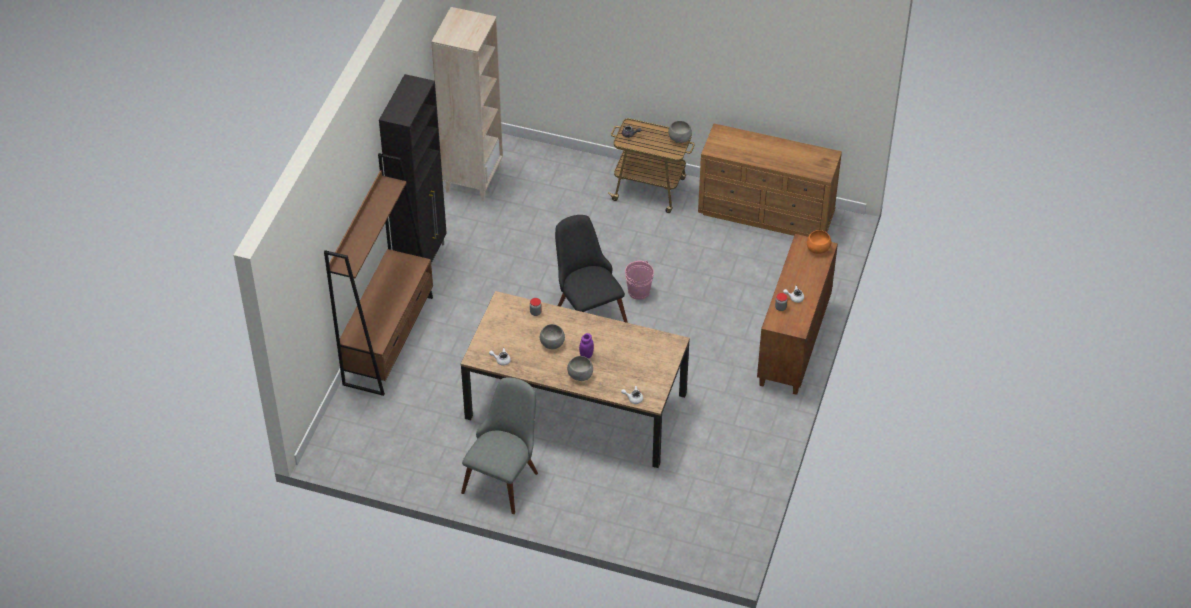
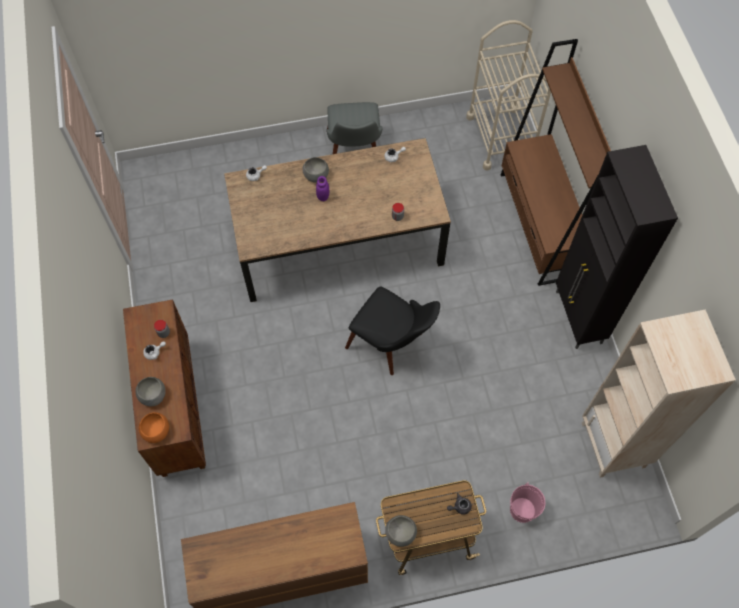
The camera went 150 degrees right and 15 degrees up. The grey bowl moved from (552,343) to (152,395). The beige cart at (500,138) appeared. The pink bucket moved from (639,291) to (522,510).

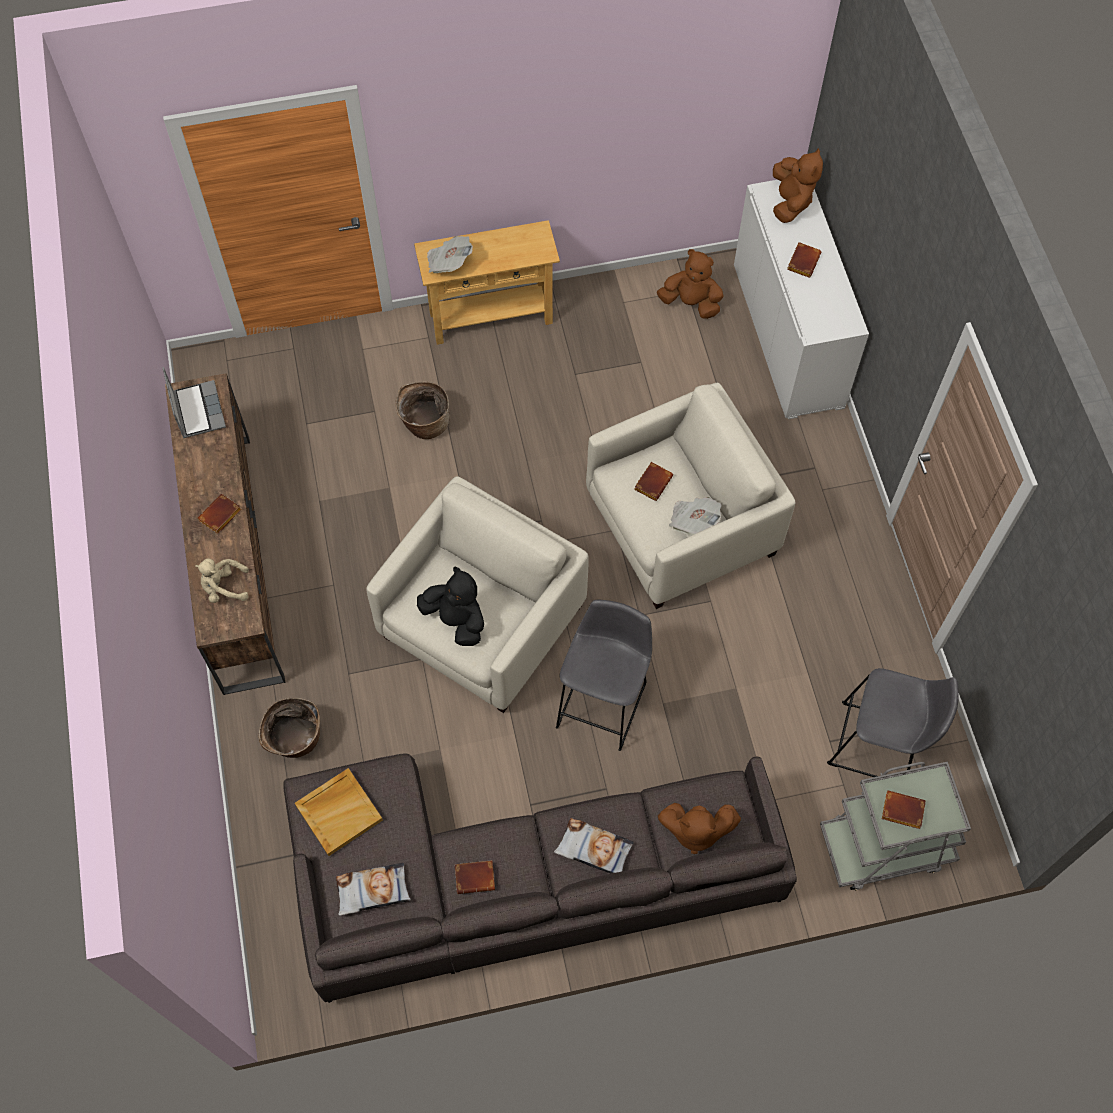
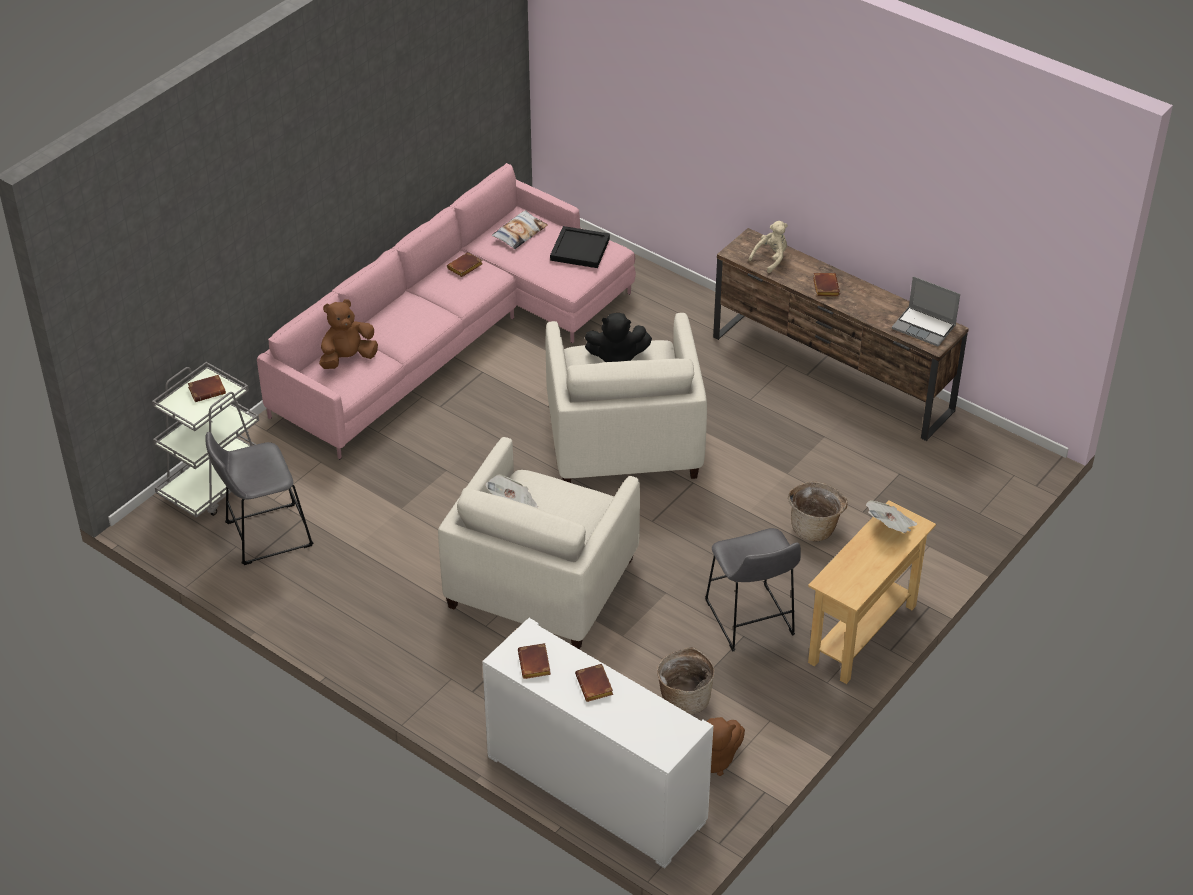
The camera went 140 degrees right and 20 degrees down. The grey sofa at (515,879) became the pink sofa at (454,335). The brown book moved from (652,482) to (535,664). The beige tray at (339,812) became the black tray at (580,250). The basket moved from (295,741) to (684,698). The grey stool moved from (604,700) to (750,621). The pillow at (594,849) disappeared. The brown plush toy at (790,202) disappeared.

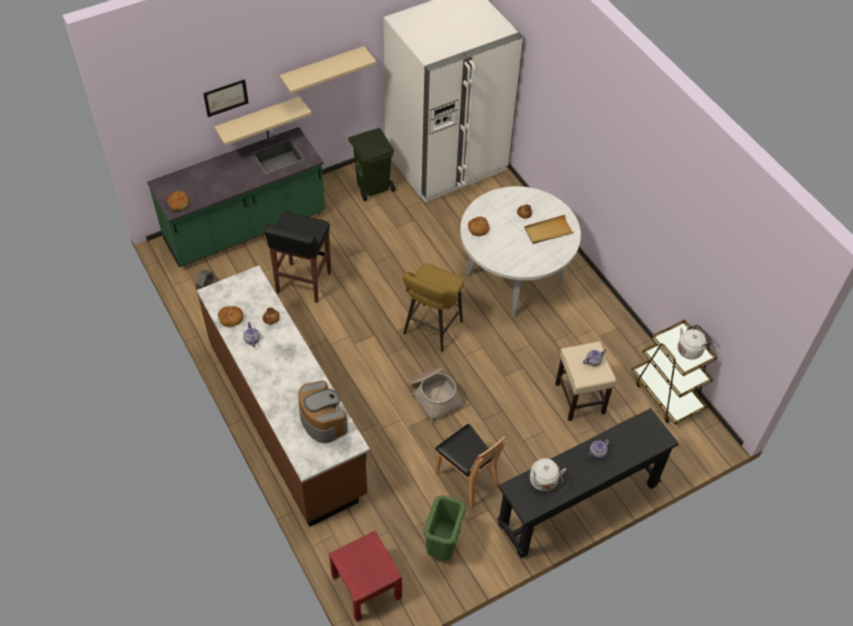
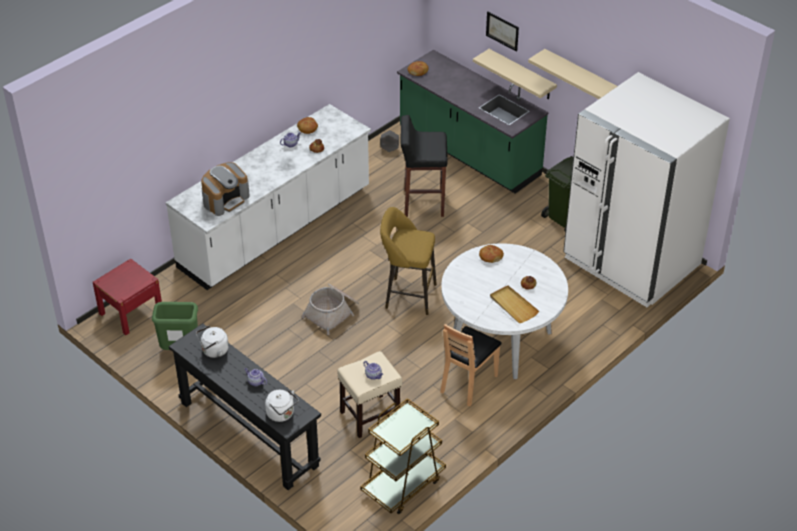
The camera went 75 degrees right and 10 degrees down. The brown counter at (287,417) became the white counter at (276,229). The white kettle moved from (690,349) to (282,414). The brown chair moved from (467,479) to (468,383).

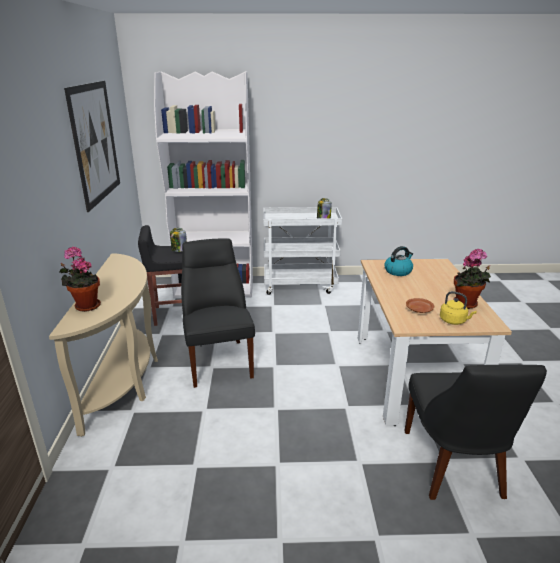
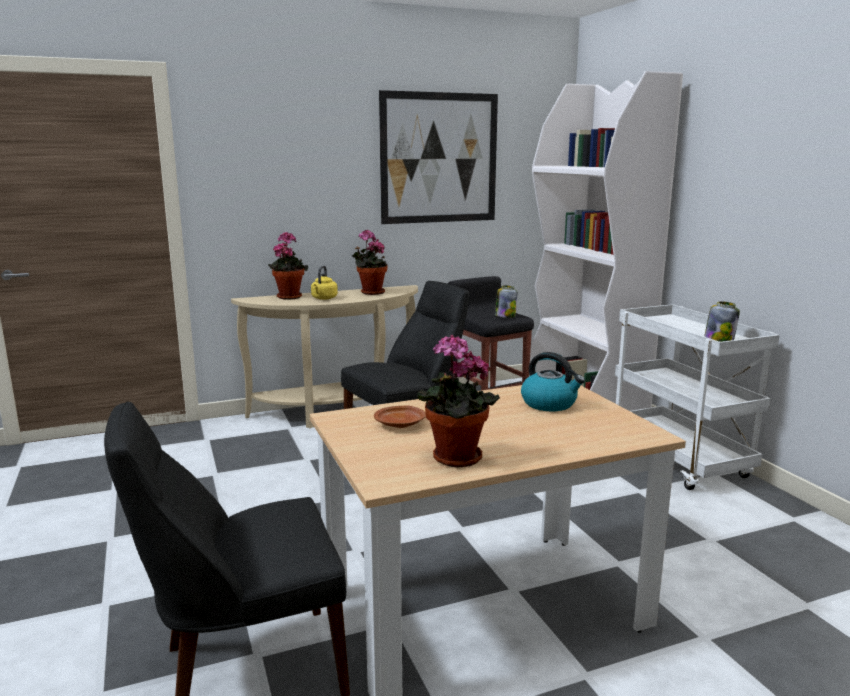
The camera went 70 degrees right and 10 degrees down. The yellow kettle moved from (454,321) to (323,298). The potted plant at (370,293) appeared.

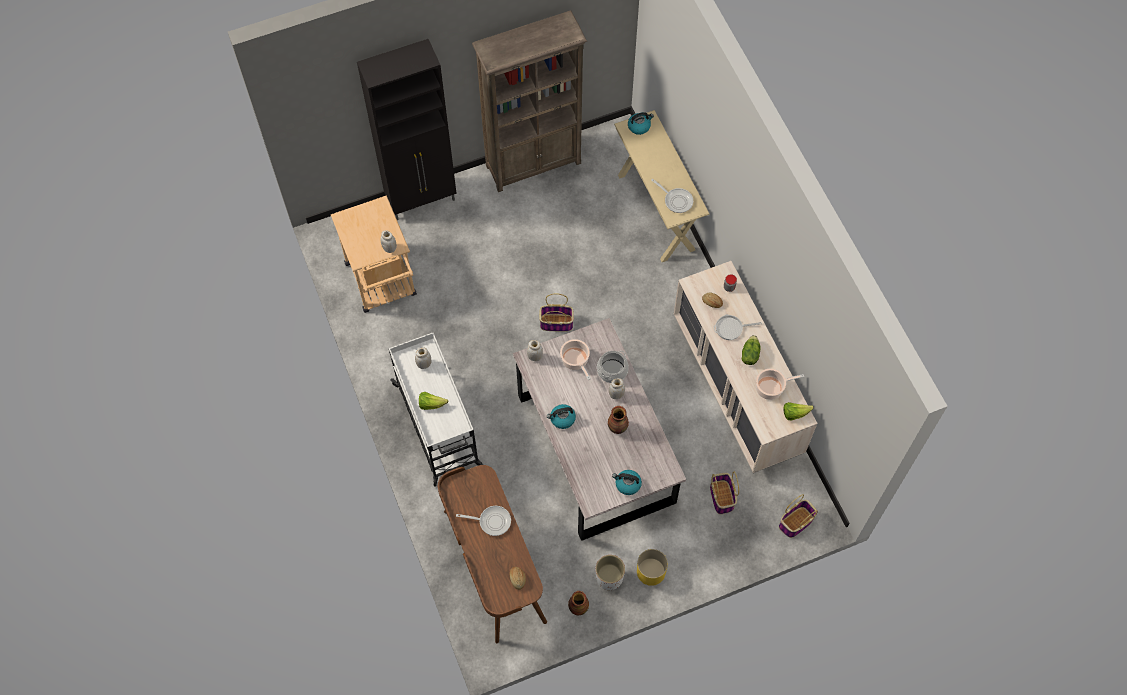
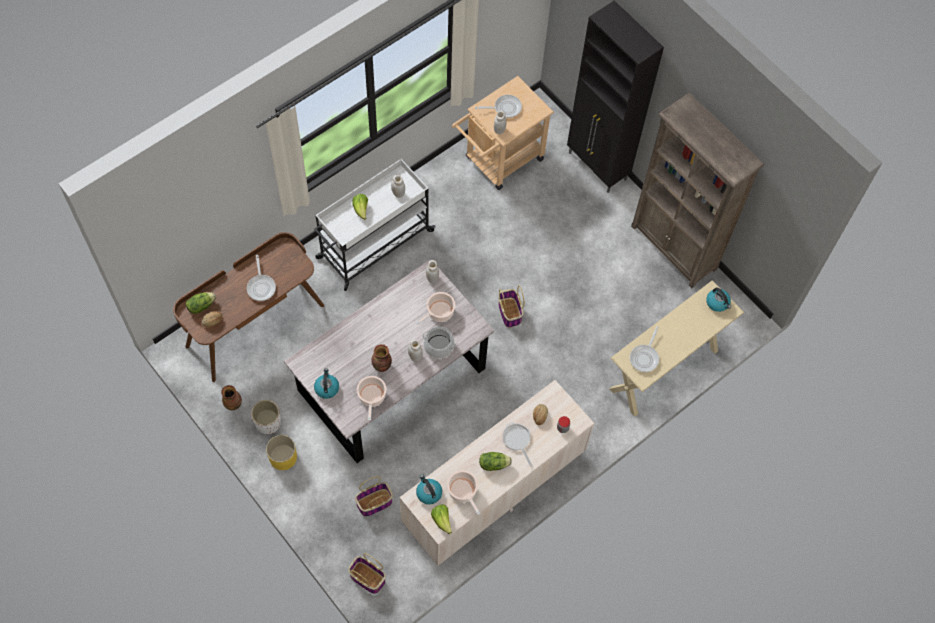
The camera went 70 degrees right and 0 degrees up. The lettuce at (201,306) appeared. The cooking pot at (371,397) appeared. The kettle moved from (562,419) to (428,493). The frying pan at (505,108) appeared.

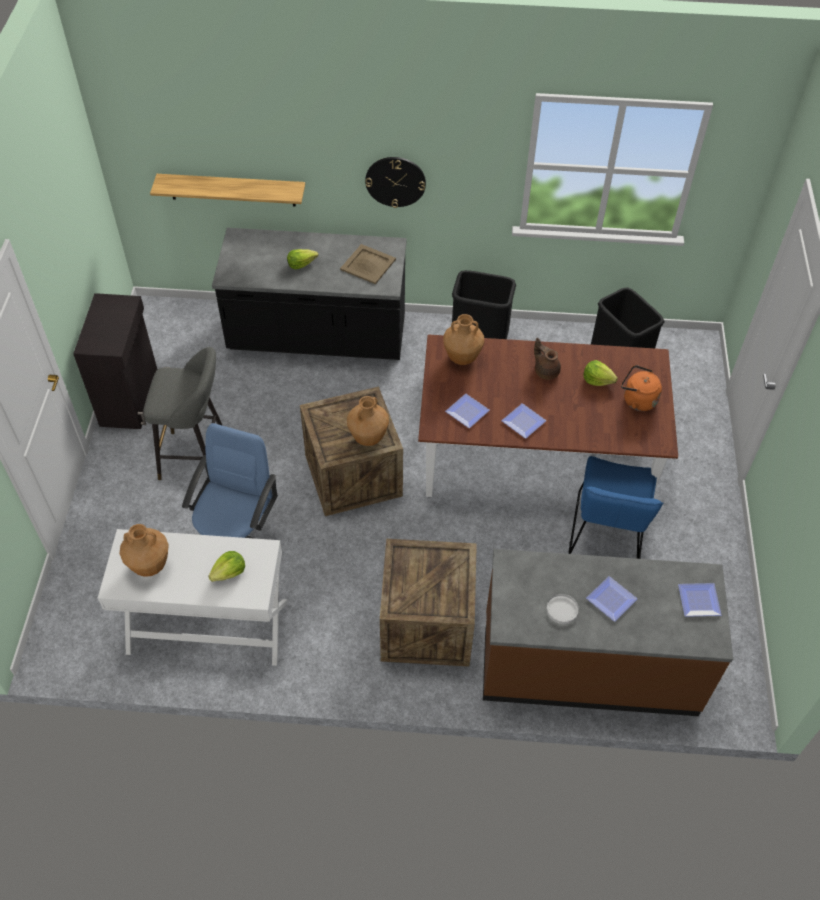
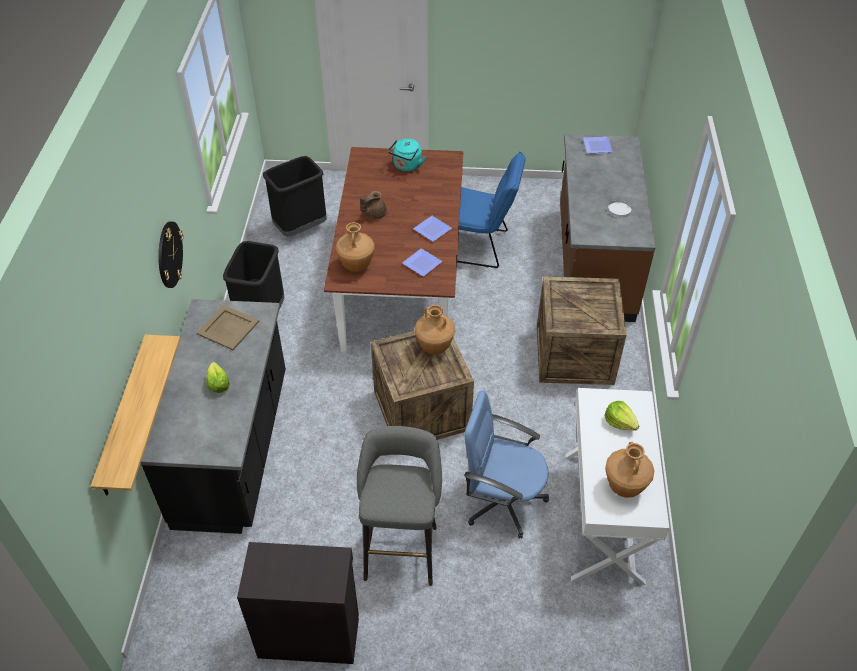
The camera went 90 degrees left and 5 degrees down. The orange kettle at (637,400) became the turquoise kettle at (407,166). The lettuce at (597,380) disappeared. The plate at (611,598) disappeared.

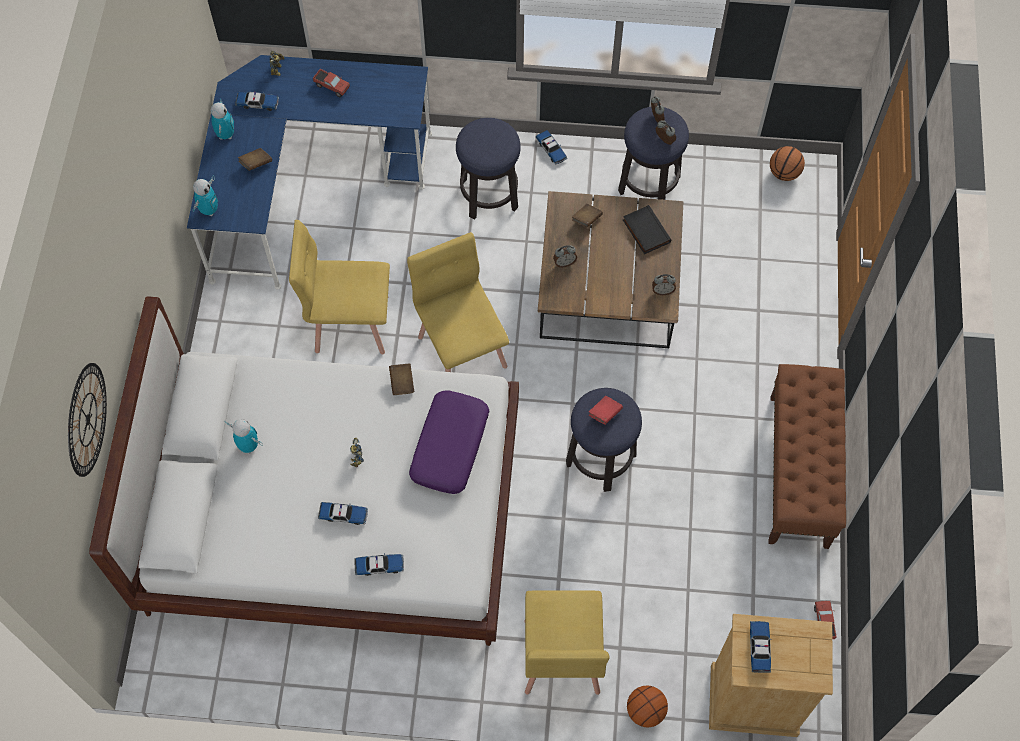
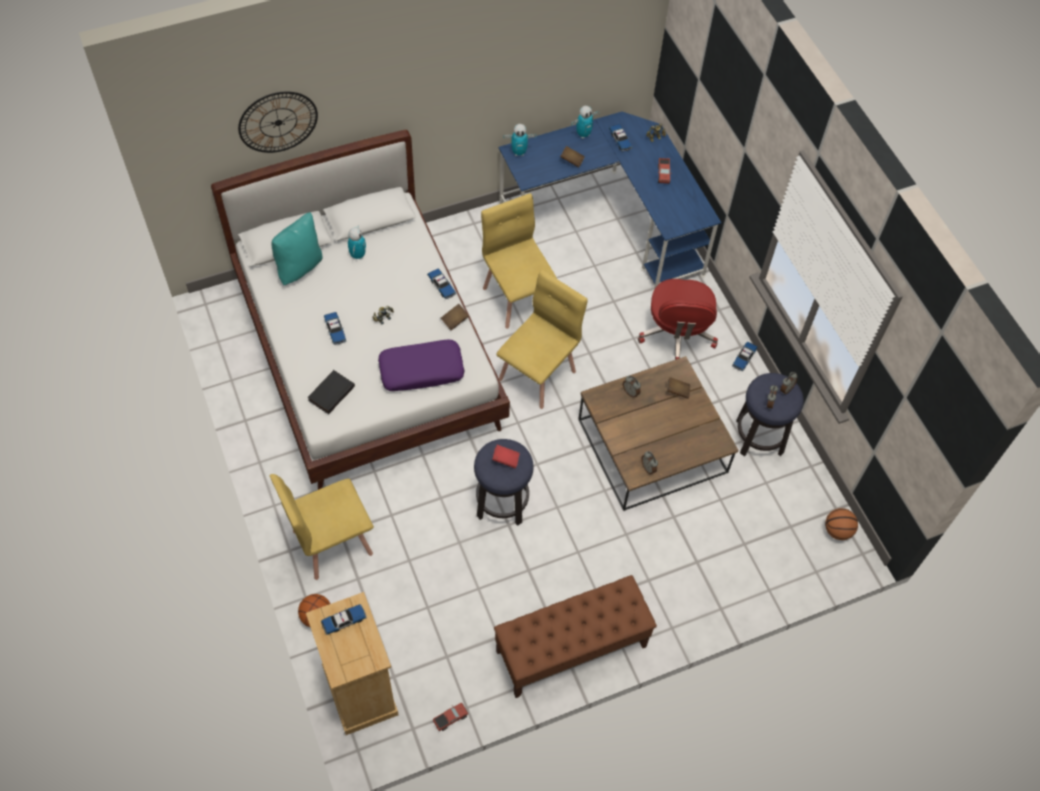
The camera went 60 degrees right and 5 degrees down. The turquoise pillow at (299,267) appeared. The black book moved from (645,231) to (330,392). The toy car moved from (379,566) to (441,286). The stool at (489,195) was replaced by the red office chair at (677,335).

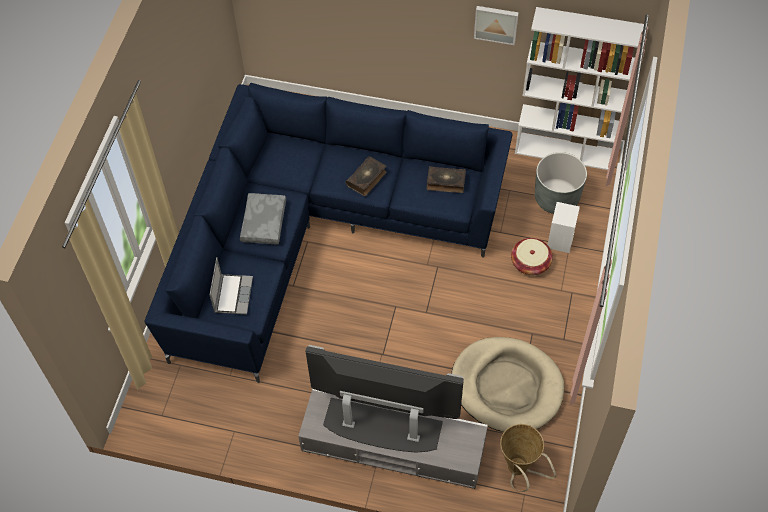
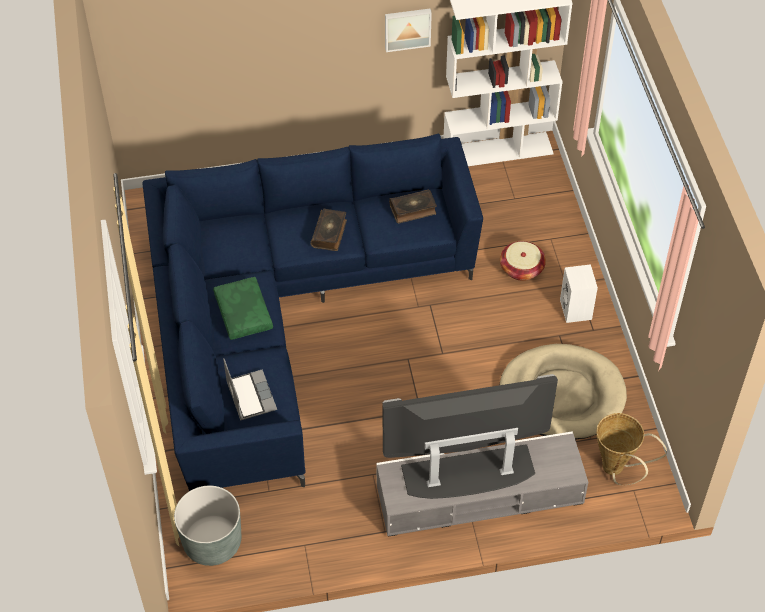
The camera went 25 degrees left and 5 degrees down. The grey planter moved from (556,198) to (212,542). The grey pillow at (263,222) became the green pillow at (242,313). The white speaker moved from (561,241) to (576,310).

